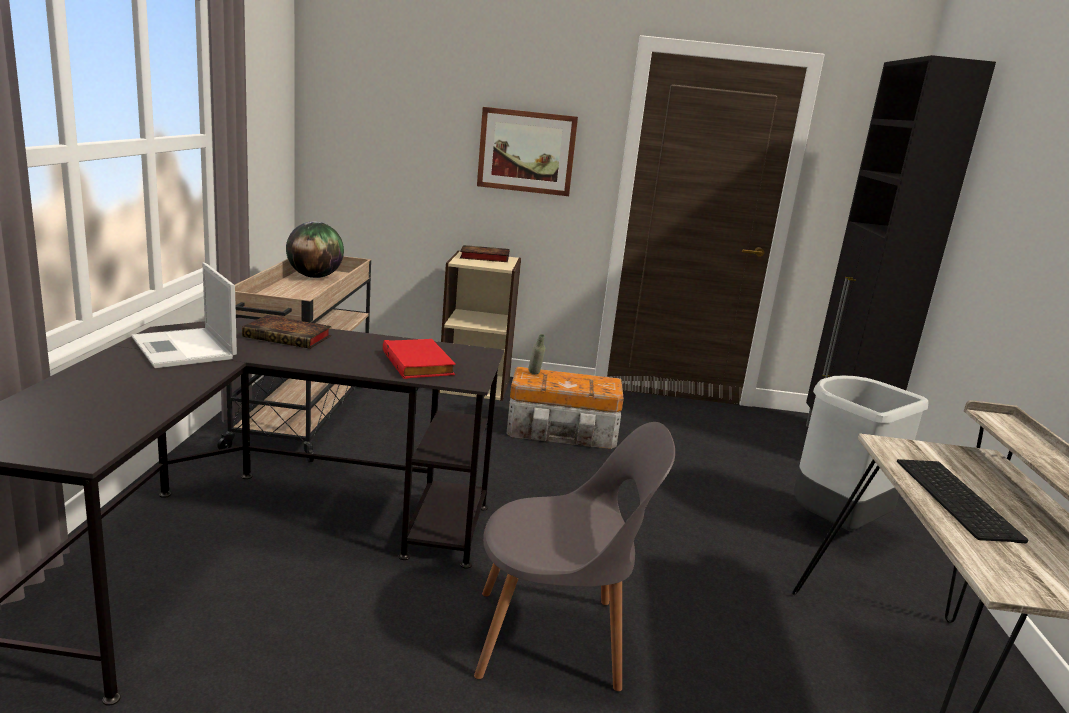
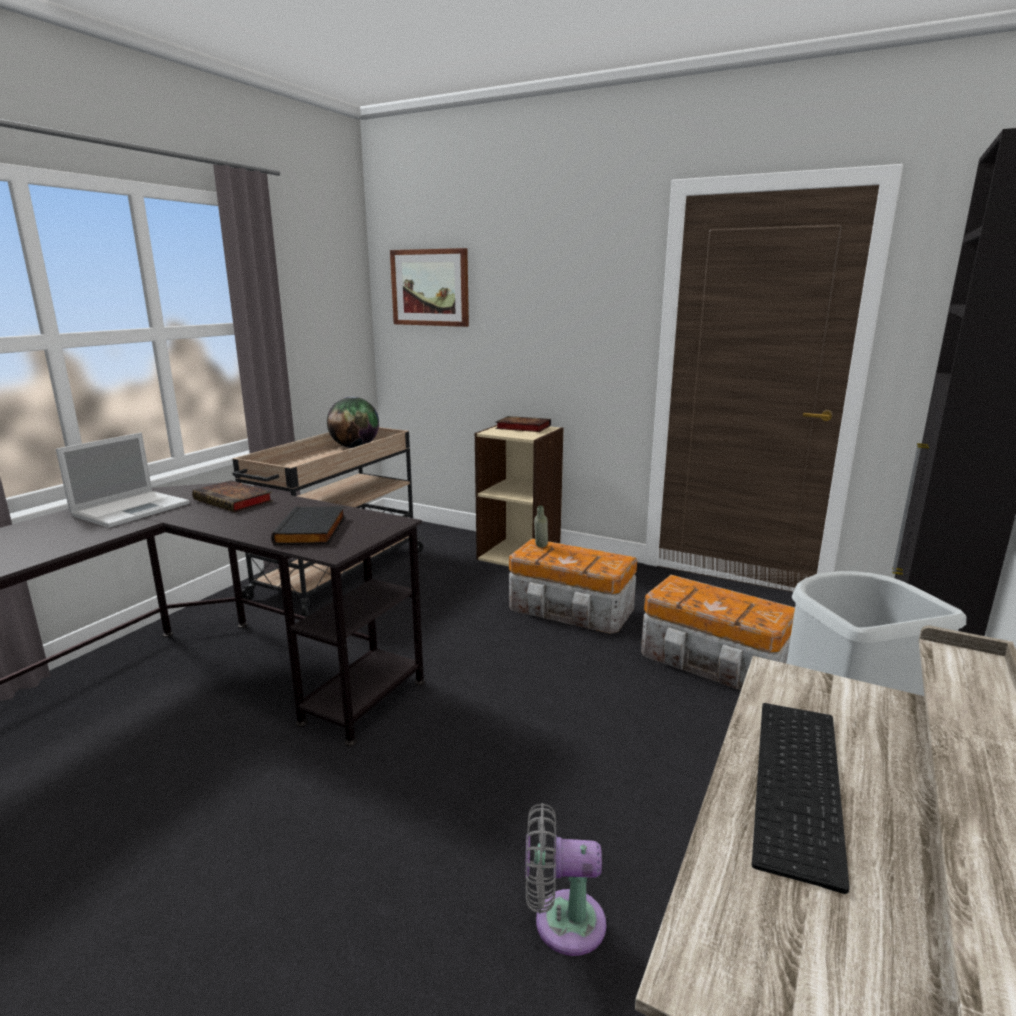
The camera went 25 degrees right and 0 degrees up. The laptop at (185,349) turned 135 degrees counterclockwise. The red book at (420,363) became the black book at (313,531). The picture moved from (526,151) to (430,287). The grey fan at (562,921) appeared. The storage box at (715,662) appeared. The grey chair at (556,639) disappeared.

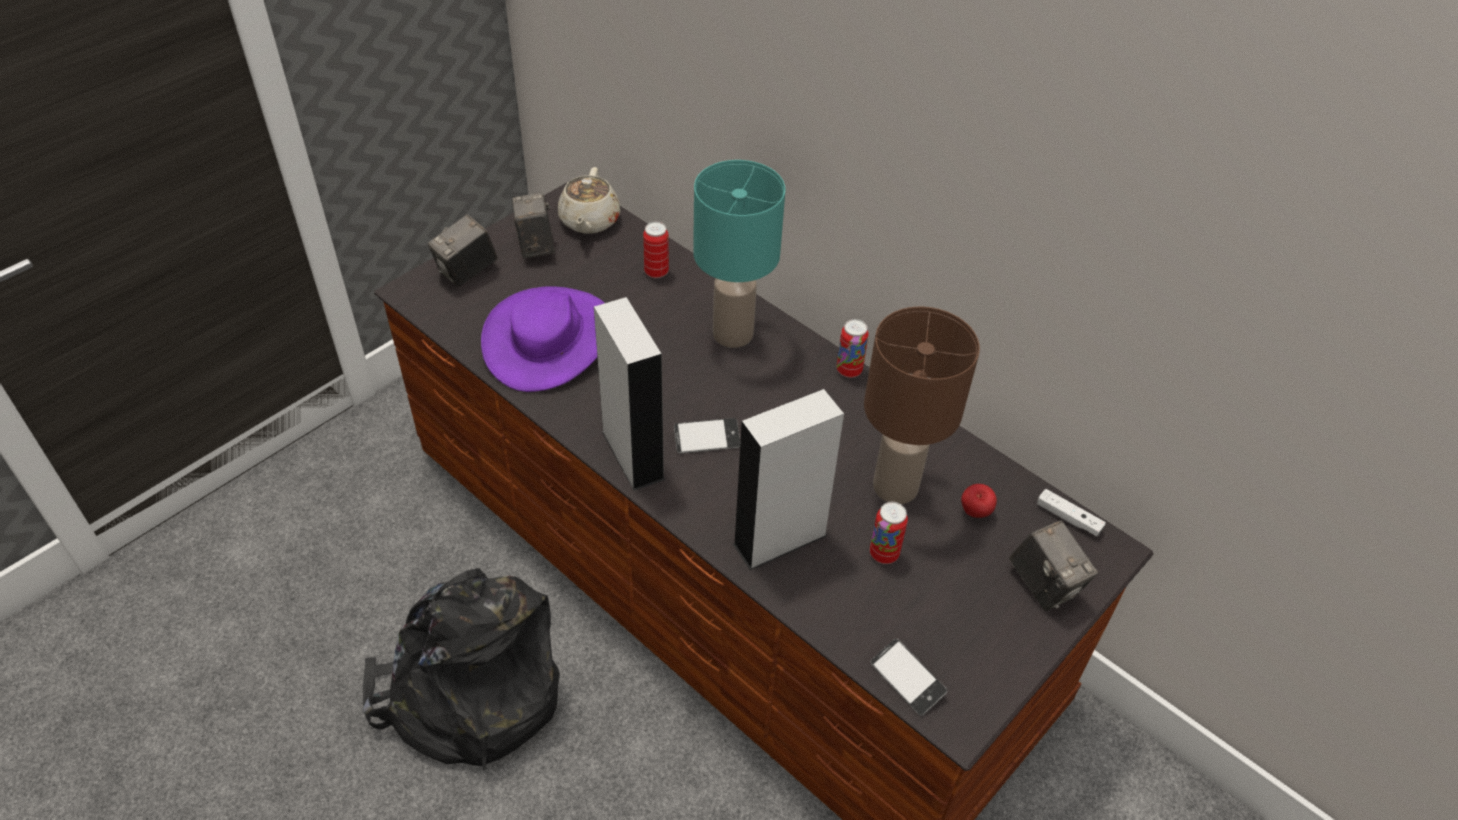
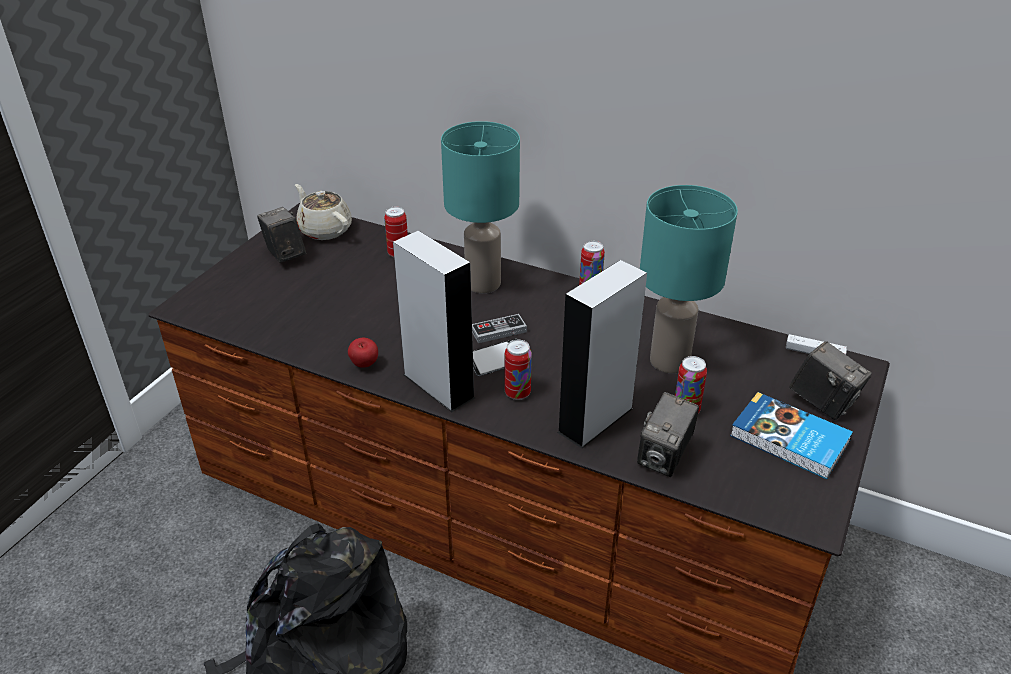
The camera went 15 degrees left and 10 degrees down. The beige teapot at (589,221) turned 150 degrees clockwise. The apple moved from (975,513) to (364,365). The game controller at (498,331) appeared. The can at (517,393) appeared. The photo camera moved from (467,272) to (664,457). The brown table lamp at (896,486) became the turquoise table lamp at (670,360). The book at (789,440) appeared. The purple hat at (549,339) disappeared. The phone at (907,680) disappeared.

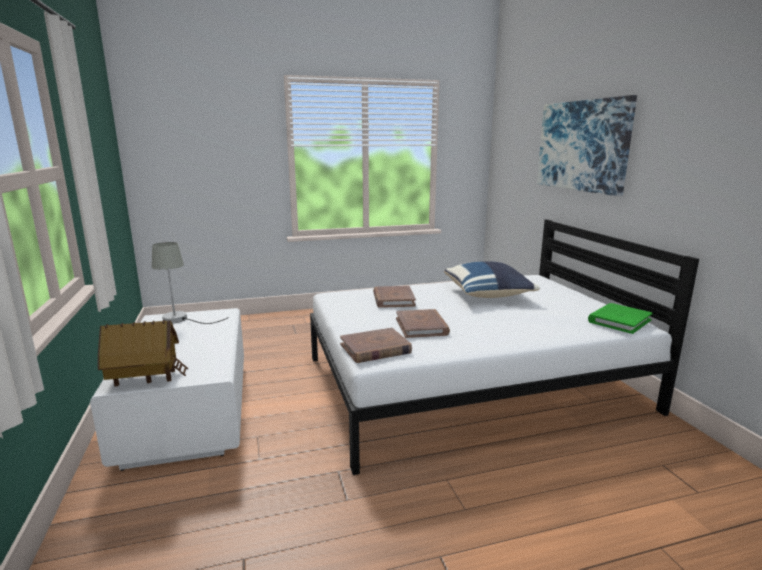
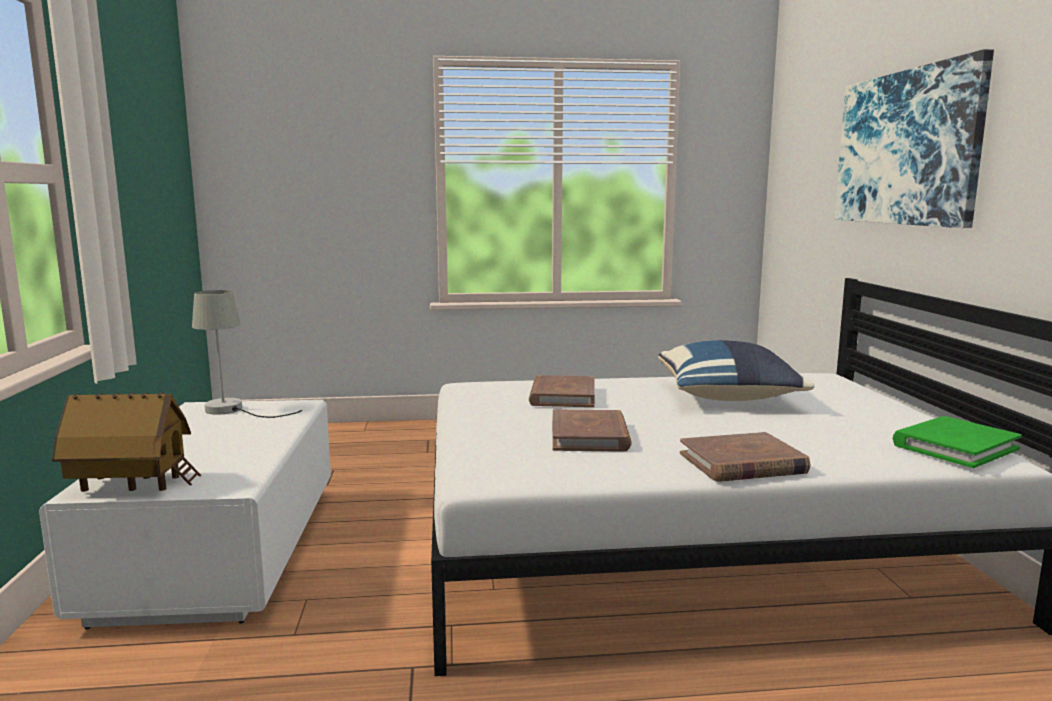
The camera went 10 degrees right and 5 degrees down. The brown book moved from (375,349) to (742,463).

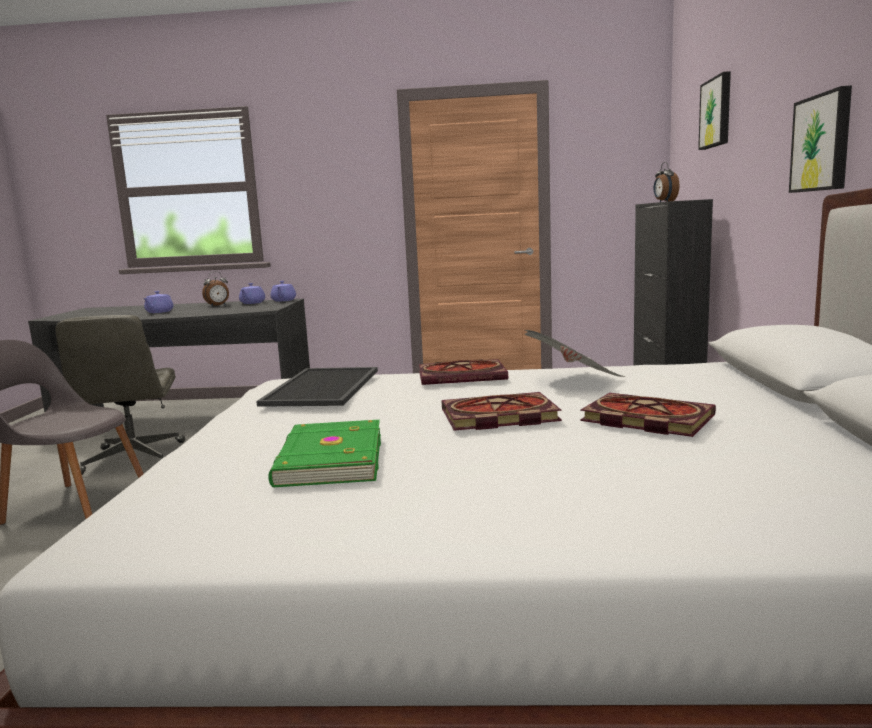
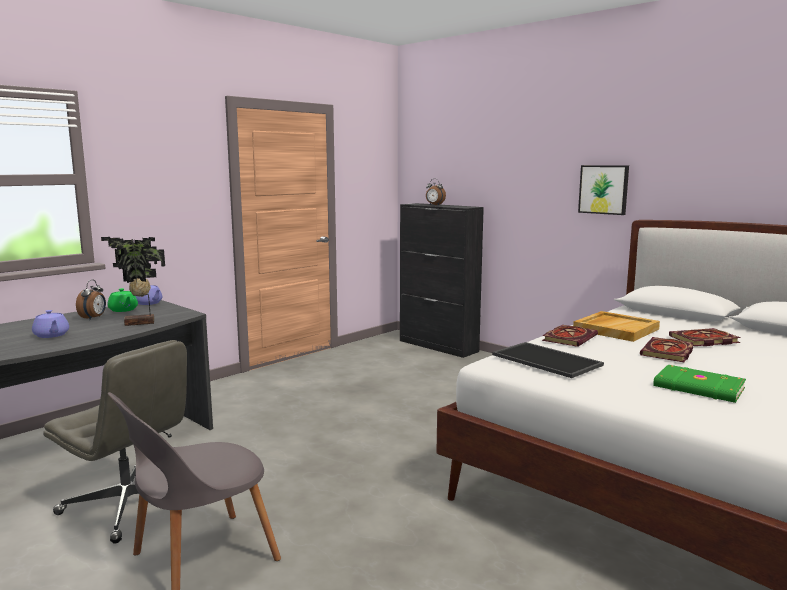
The camera went 50 degrees left and 0 degrees up. The potted plant at (140,323) appeared. The purple teapot at (252,303) became the green teapot at (123,310). The newspaper at (574,380) was replaced by the beige tray at (615,329). The picture at (717,112) disappeared.

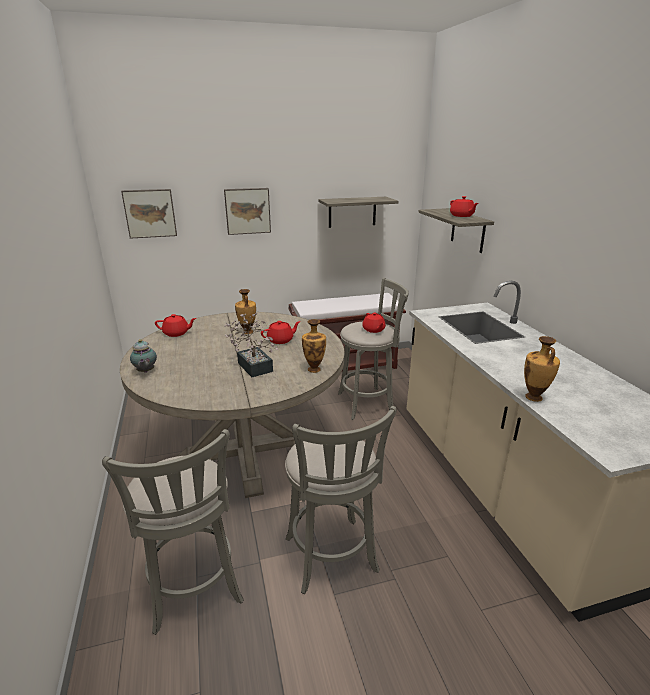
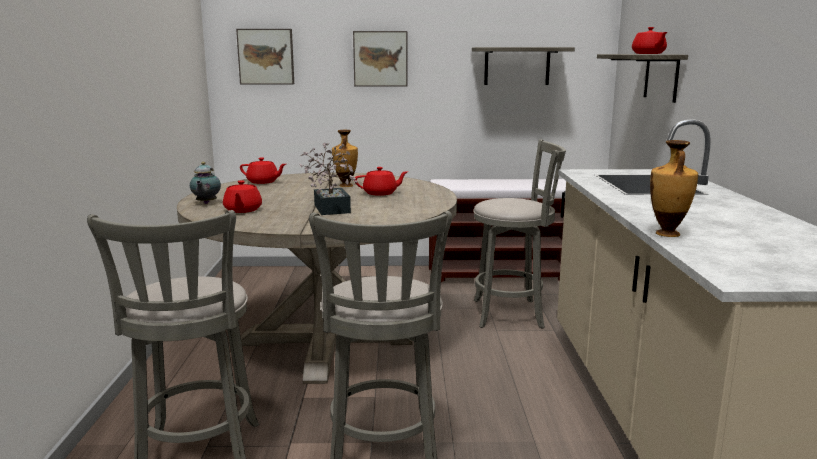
The camera went 15 degrees right and 10 degrees down. The red teapot moved from (373,330) to (242,210). The vase at (314,369) disappeared.

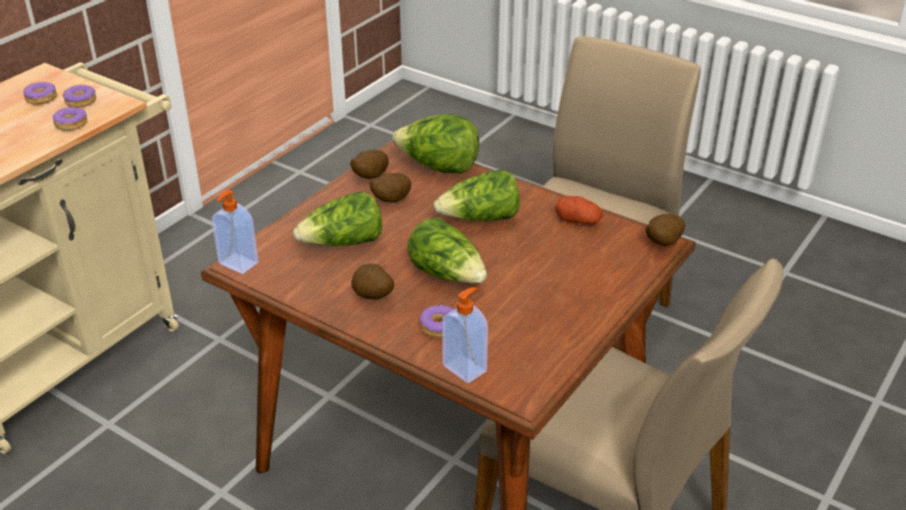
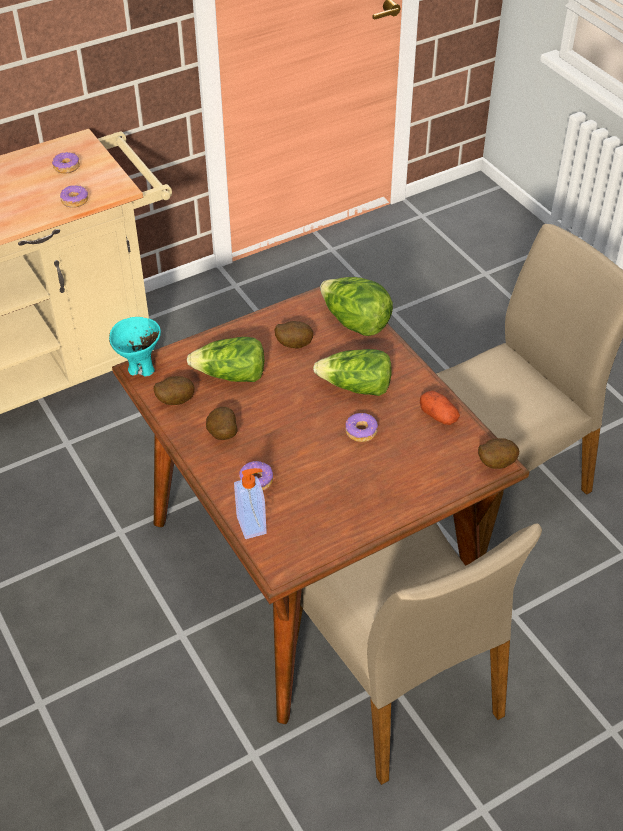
The camera went 25 degrees right and 10 degrees up. The soap dispenser at (237,264) was replaced by the turquoise bowl at (140,369). The potato moved from (369,177) to (175,400). The donut moved from (81,101) to (361,432). The lettuce at (448,274) disappeared.

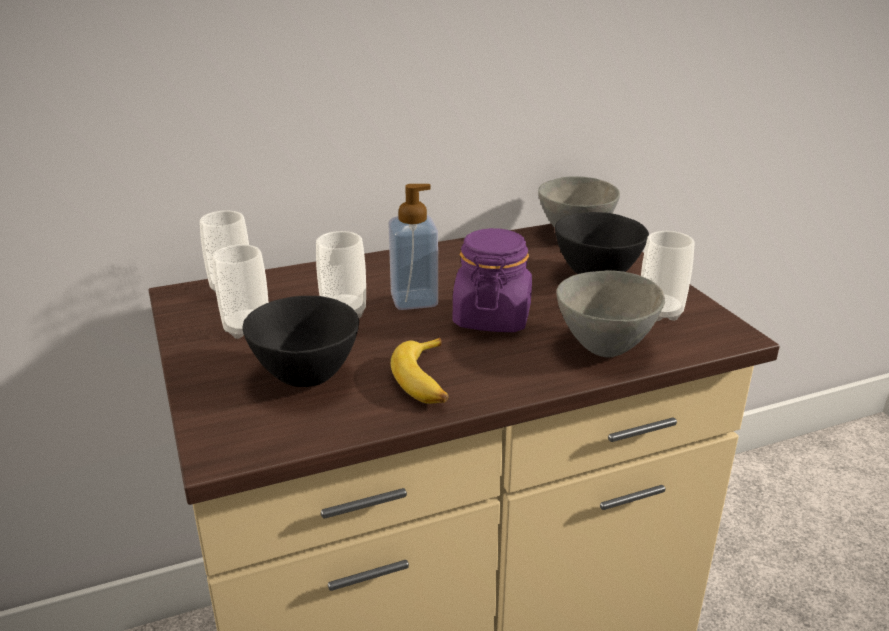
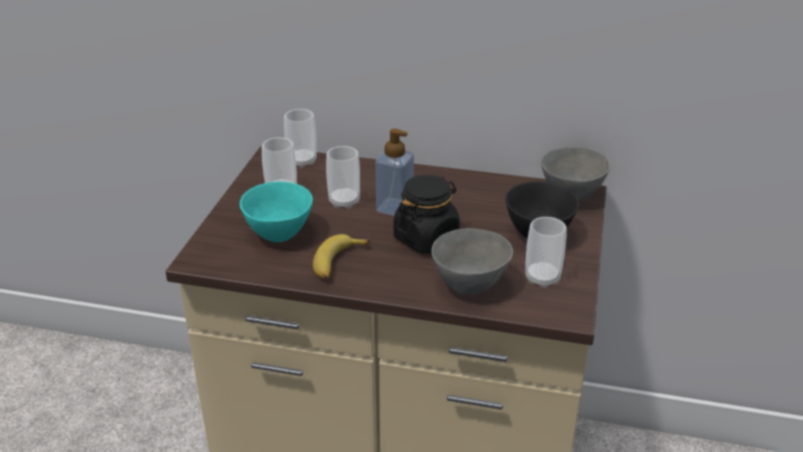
The camera went 35 degrees right and 5 degrees up. The black bowl at (308,377) became the turquoise bowl at (279,235). The purple jar at (492,317) became the black jar at (426,238).

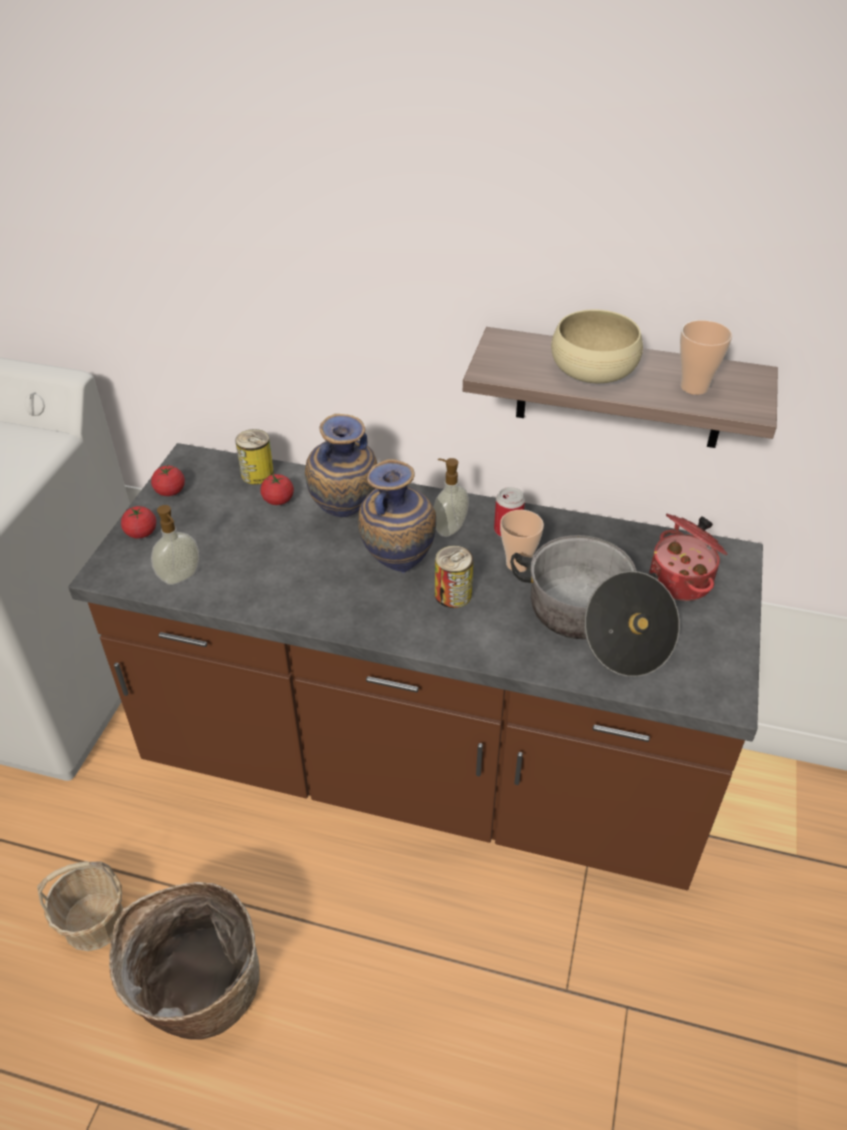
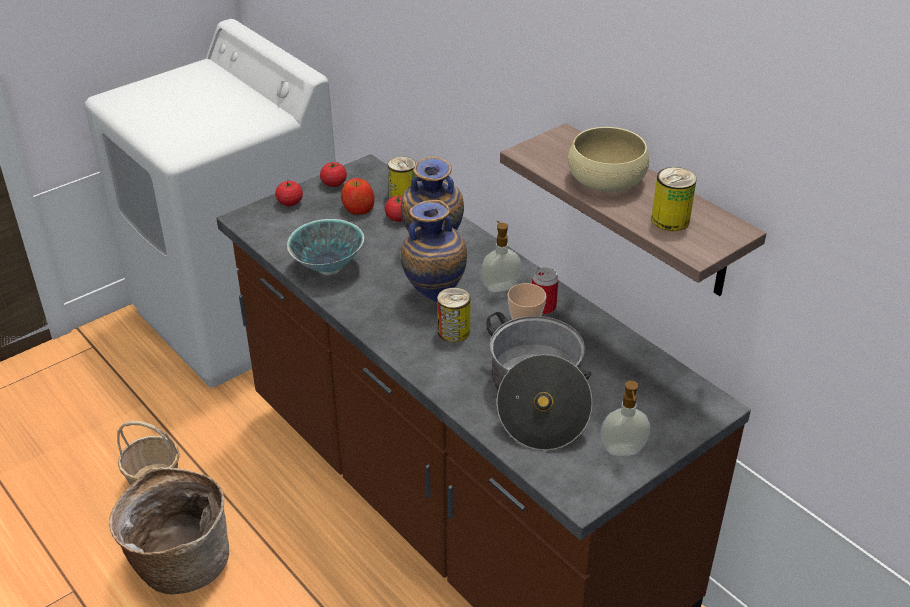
The camera went 35 degrees right and 5 degrees down. The bowl at (328,267) appeared. The apple at (358,208) appeared. The soap dispenser moved from (180,577) to (623,451). The cup at (694,387) was replaced by the can at (670,220). The cooking pot at (682,580) disappeared.

